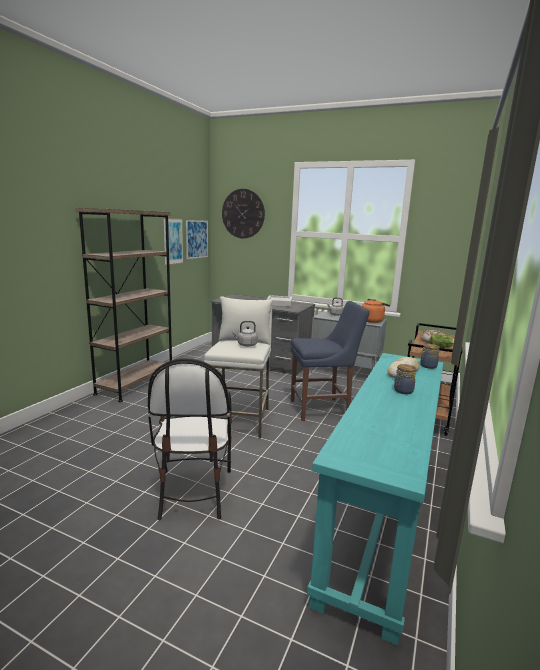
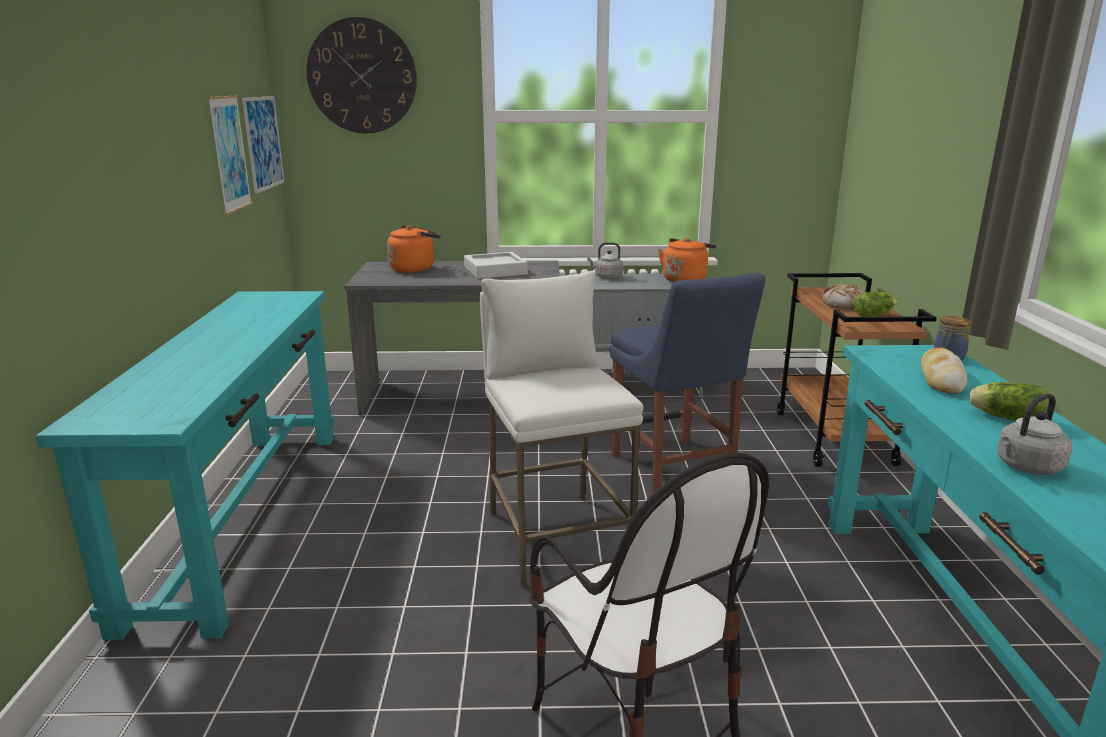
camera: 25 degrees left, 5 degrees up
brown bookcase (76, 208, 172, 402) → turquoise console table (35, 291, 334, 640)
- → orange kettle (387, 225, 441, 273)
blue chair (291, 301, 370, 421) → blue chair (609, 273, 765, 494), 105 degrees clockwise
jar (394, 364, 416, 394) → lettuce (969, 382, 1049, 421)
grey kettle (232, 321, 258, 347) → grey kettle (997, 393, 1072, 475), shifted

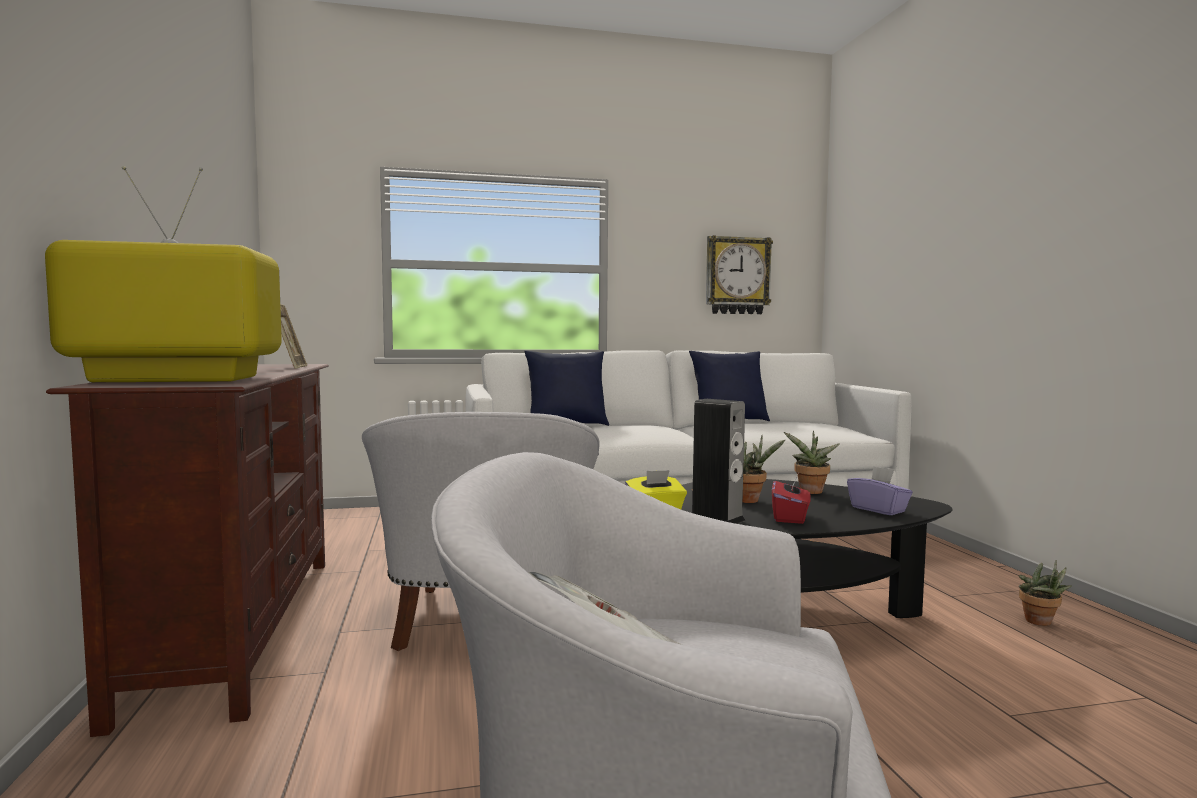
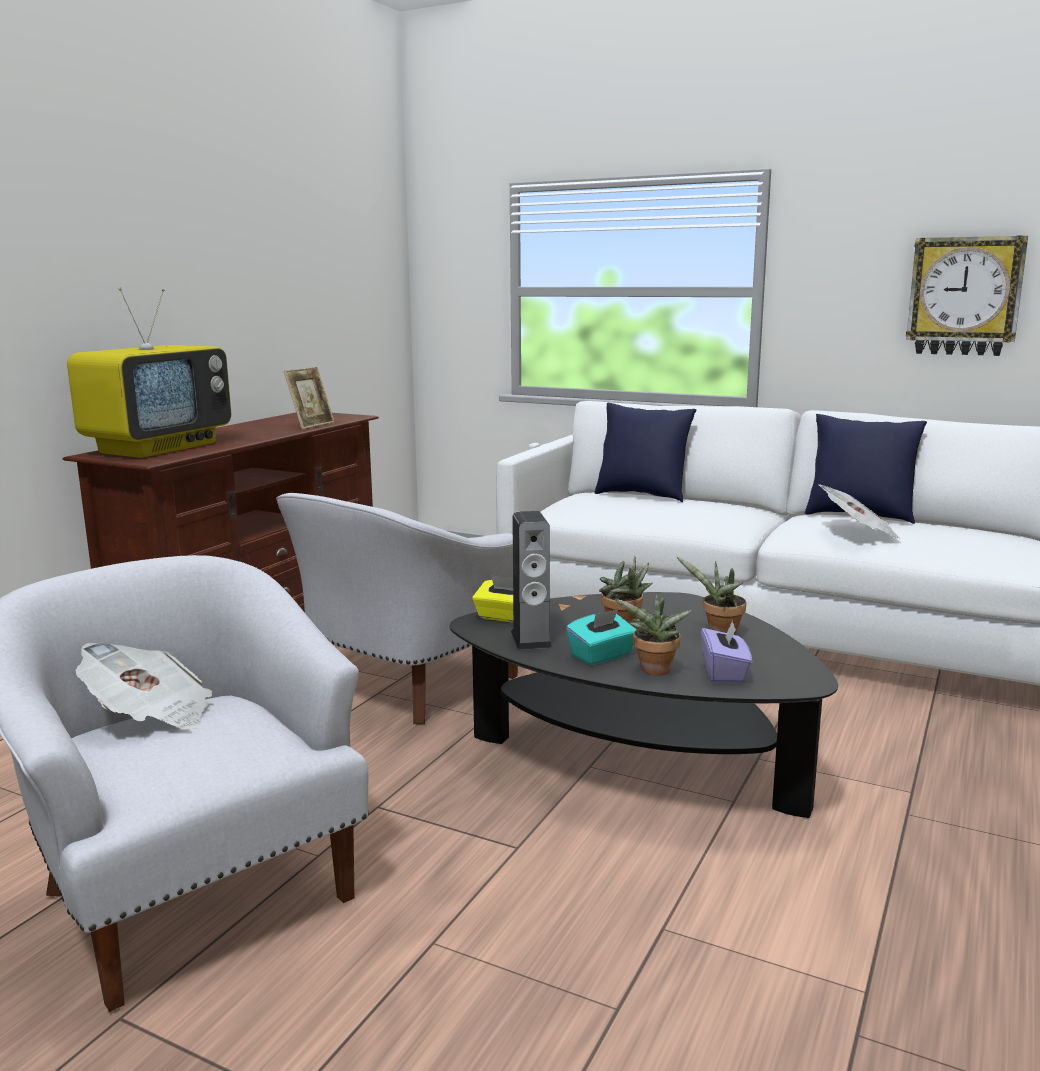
camera: 40 degrees right, 10 degrees up
television (45, 166, 282, 382) → television (67, 288, 231, 458), 90 degrees clockwise
red tissue box (772, 474, 811, 524) → turquoise tissue box (566, 609, 636, 665)
potted plant (1019, 560, 1072, 626) → potted plant (615, 594, 692, 675), shifted
- → newspaper (818, 484, 900, 538)

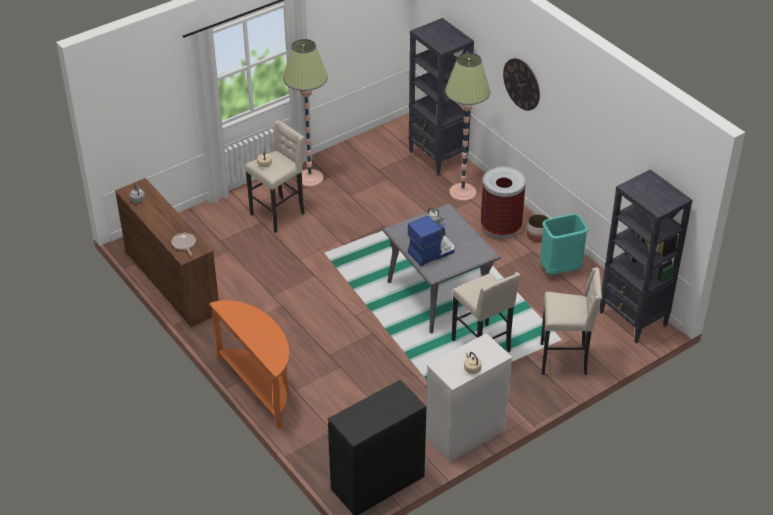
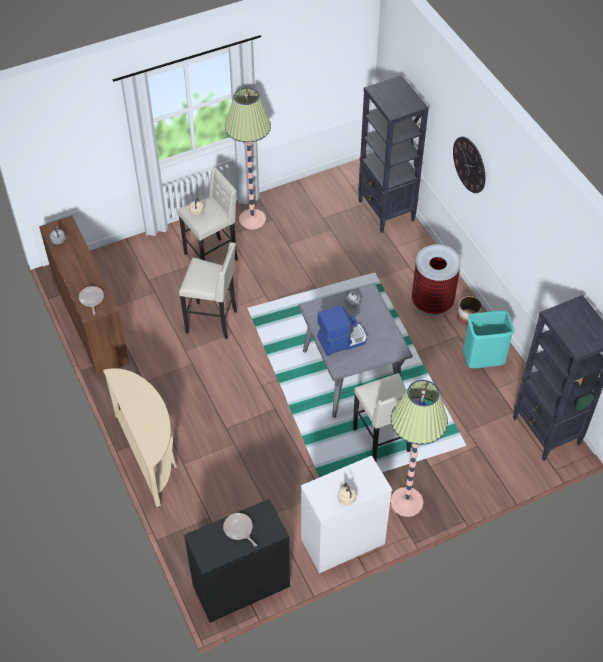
camera: 10 degrees right, 10 degrees up
orange console table (209, 300, 290, 429) → beige console table (103, 368, 177, 507)
beige stool (541, 268, 602, 375) → beige stool (179, 242, 237, 339), shifted
- → frying pan (223, 513, 257, 547)
floor lamp (445, 53, 490, 201) → floor lamp (390, 380, 448, 517), shifted

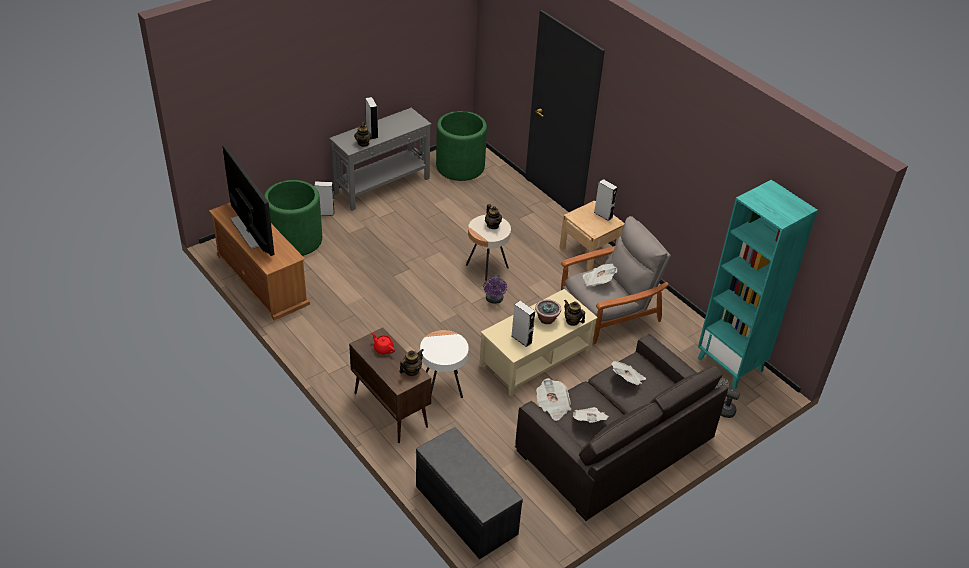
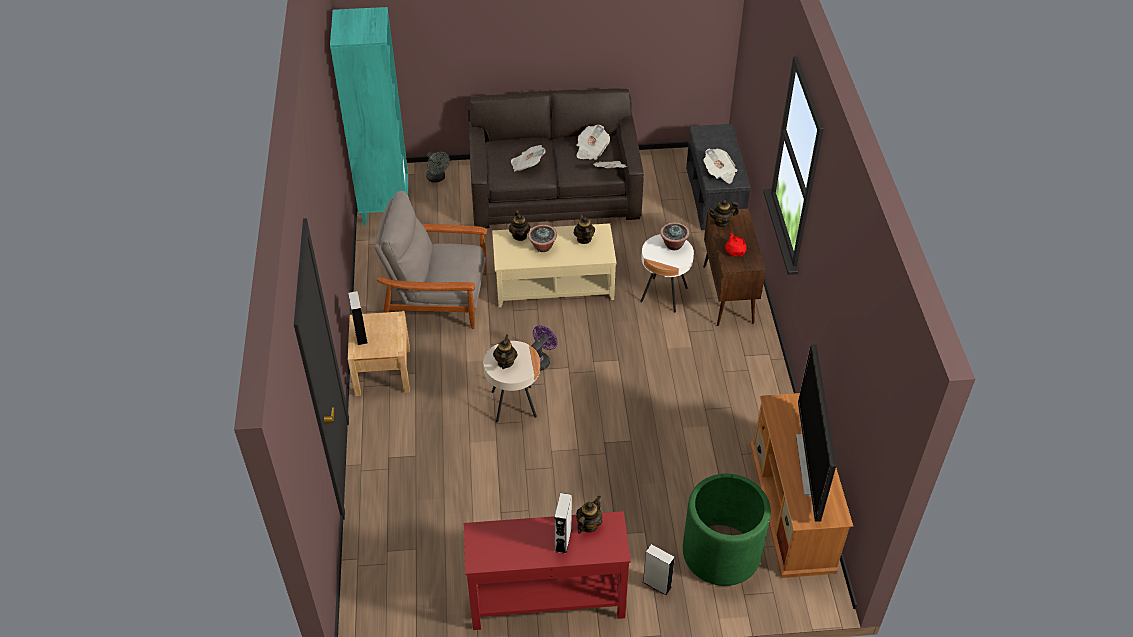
camera: 145 degrees left, 5 degrees up
grey console table (329, 108, 431, 211) → red console table (464, 511, 631, 630)
grey speaker (512, 301, 535, 347) → teapot (574, 214, 595, 244)
- → potted plant (660, 222, 690, 250)
newspaper (583, 264, 617, 286) → newspaper (704, 149, 737, 184), shifted
green planter (436, 111, 487, 181) → -

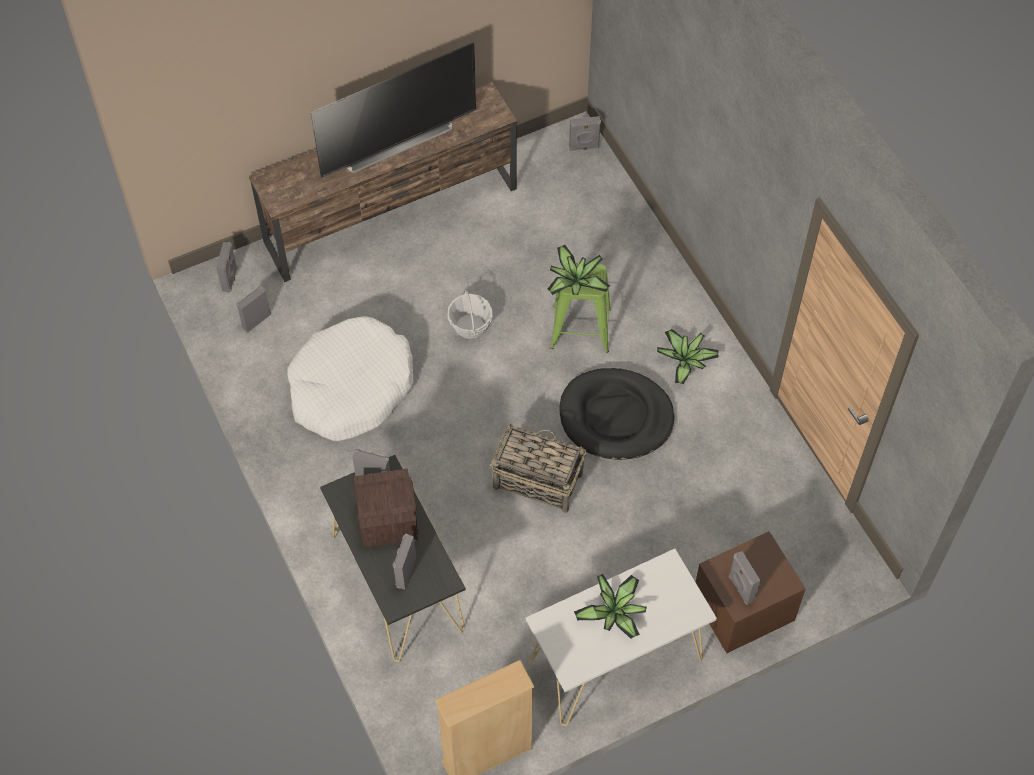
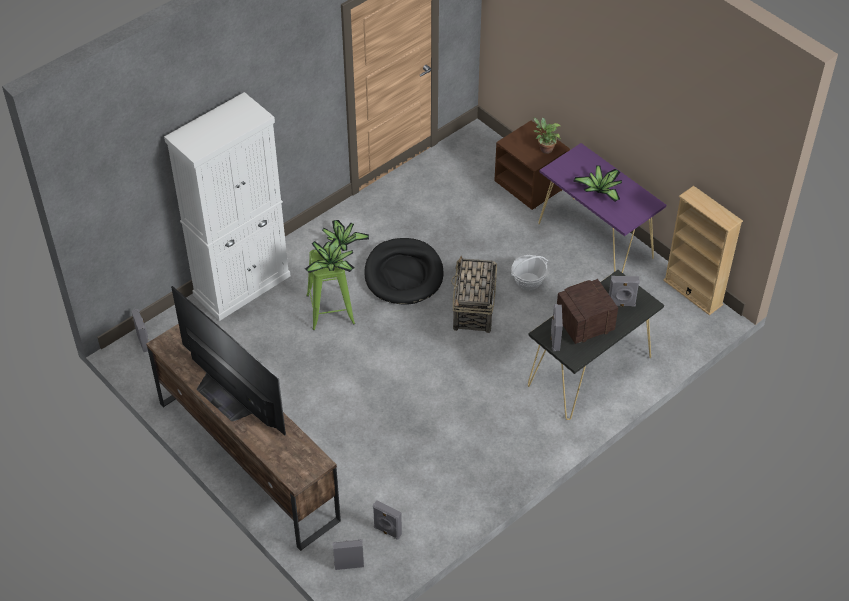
camera: 105 degrees left, 10 degrees down
- → white cabinet (164, 92, 290, 321)
basket (448, 290, 493, 339) → basket (511, 255, 548, 291), shifted
grey speaker (729, 551, 760, 605) → potted plant (534, 118, 562, 154)
white console table (526, 549, 717, 726) → purple console table (538, 143, 666, 273)
white dog bed (287, 316, 413, 441) → -

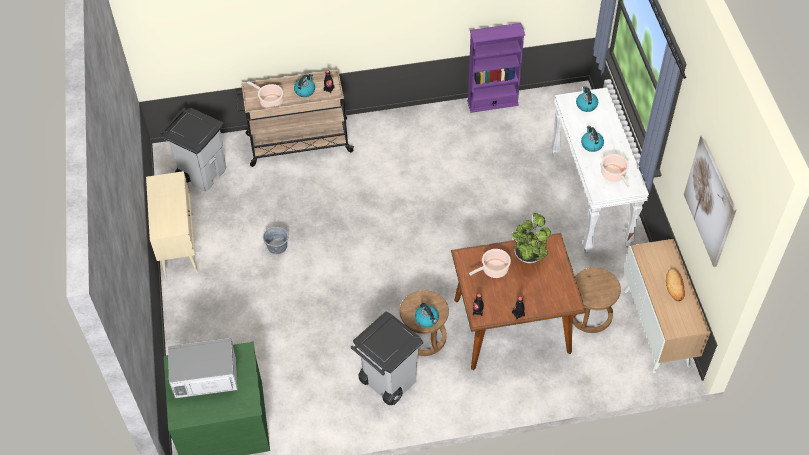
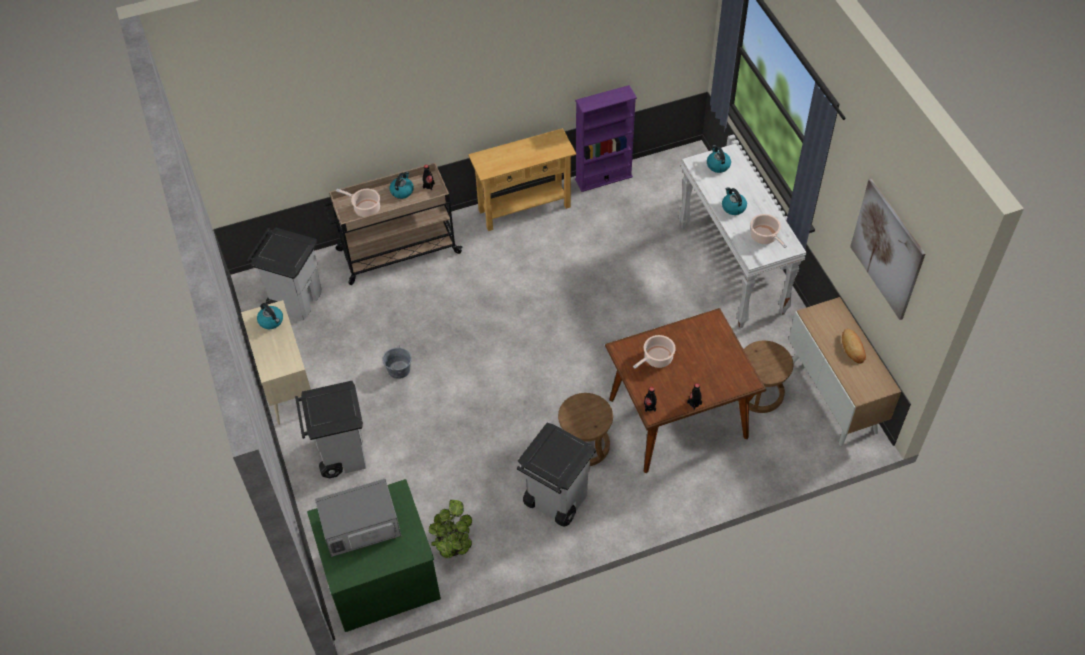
camera: 10 degrees left, 0 degrees up
kettle (415, 303, 439, 327) → kettle (257, 303, 283, 329), shifted
- → grey trash can (295, 381, 366, 478)
potted plant (512, 213, 551, 263) → potted plant (429, 500, 472, 558), shifted
- → beige console table (468, 128, 576, 231)

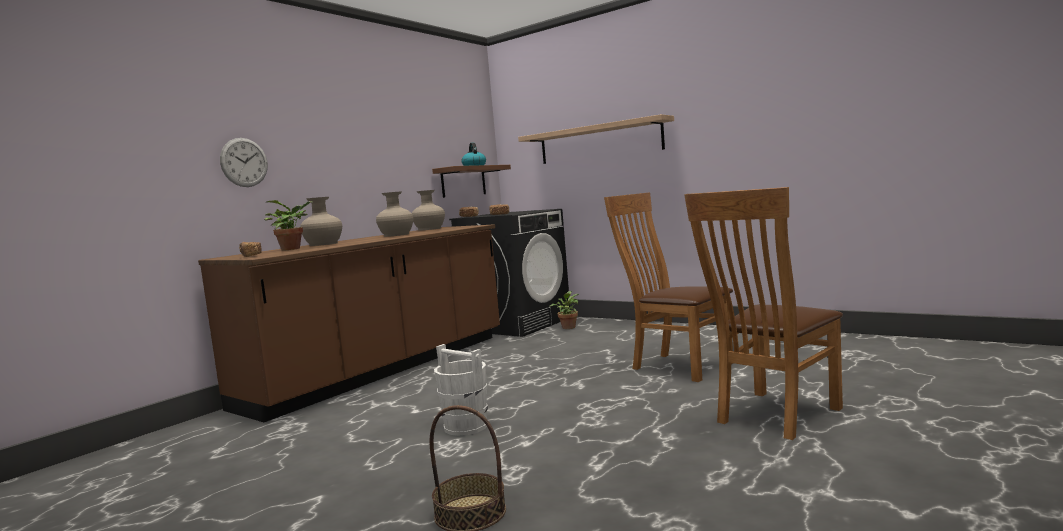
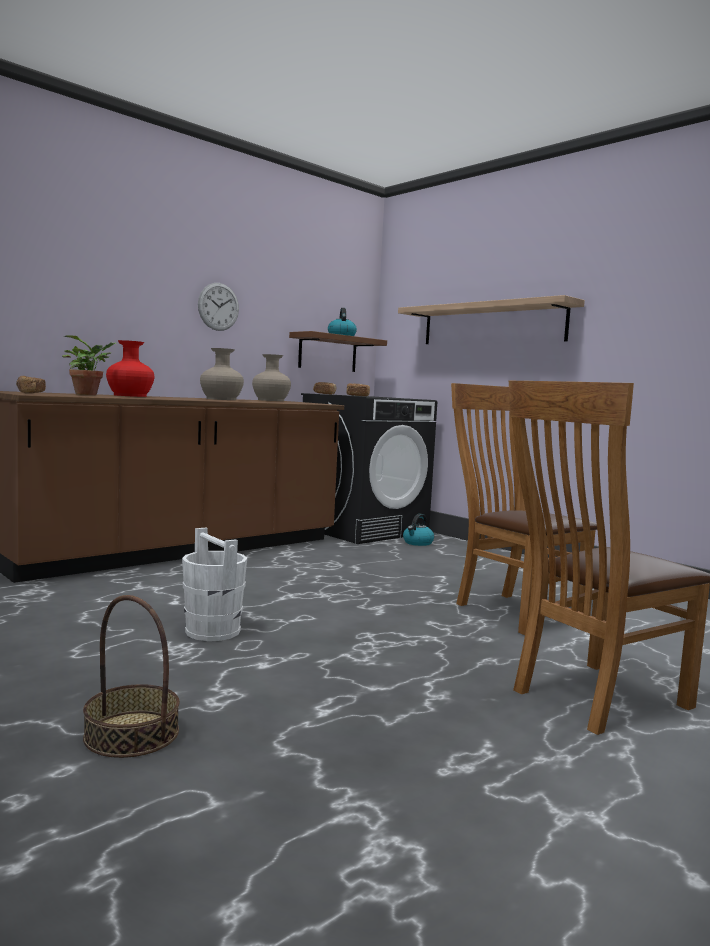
camera: 10 degrees right, 0 degrees up
beige vase (300, 197, 342, 246) → red vase (106, 340, 154, 397)
wall clock (220, 138, 268, 187) → wall clock (198, 283, 239, 331), shifted
potted plant (550, 291, 579, 329) → kettle (403, 514, 434, 546)

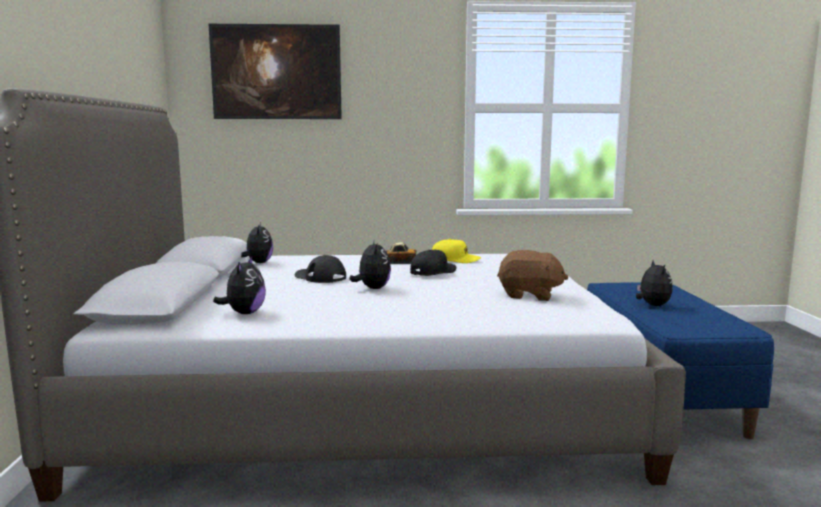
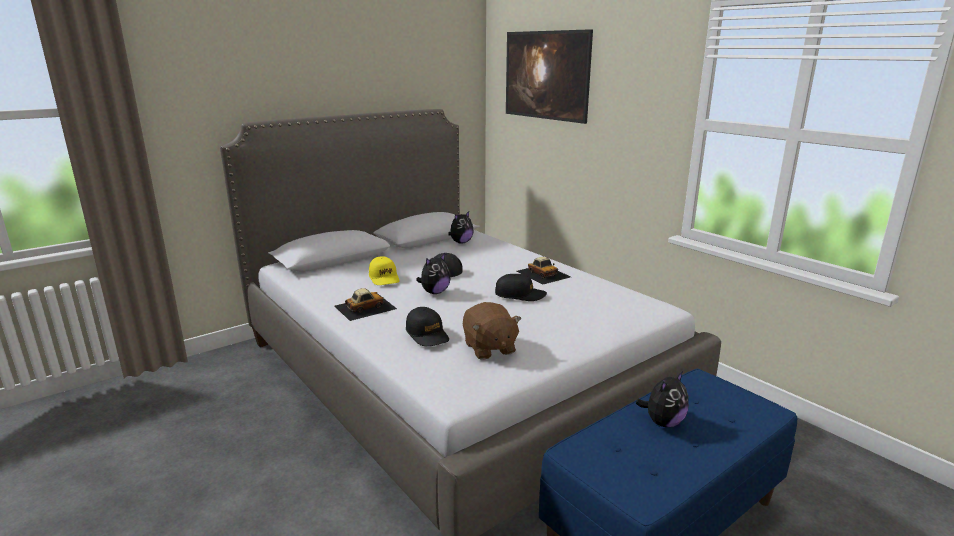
camera: 55 degrees right, 10 degrees up
- → toy car (335, 288, 397, 321)
yellow cap (432, 239, 481, 263) → yellow cap (369, 256, 399, 285), shifted
- → black cap (406, 307, 449, 346)
plush toy (213, 255, 266, 314) → -

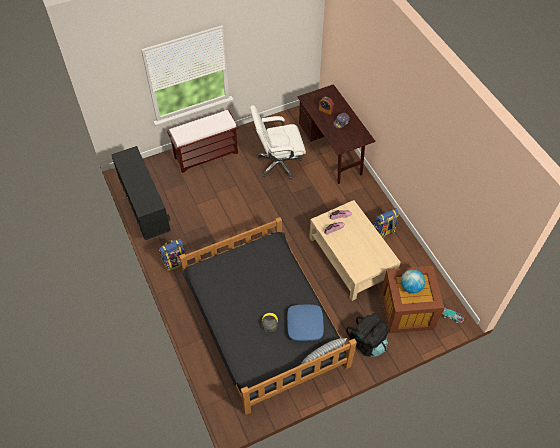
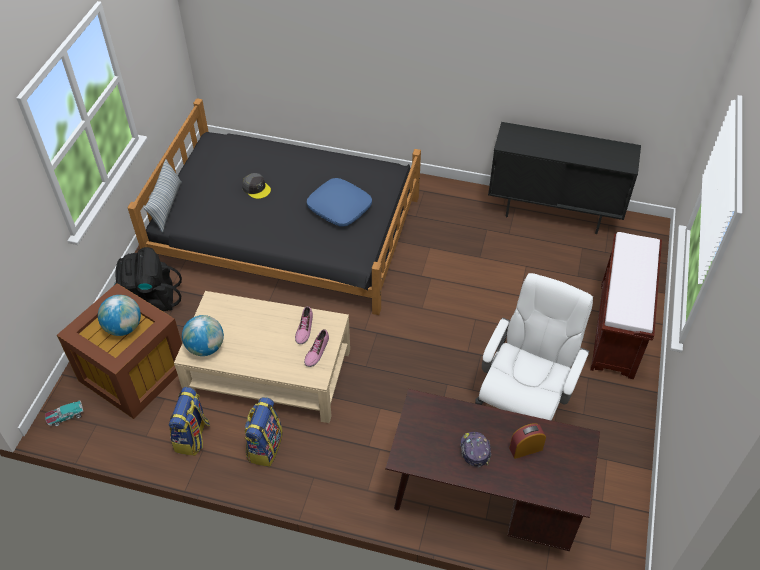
camera: 130 degrees right, 5 degrees down
backpack (159, 239, 186, 271) → backpack (169, 387, 210, 456), shifted
- → globe (182, 315, 224, 356)
blue pillow (287, 305, 324, 341) → blue pillow (307, 178, 372, 227), shifted

